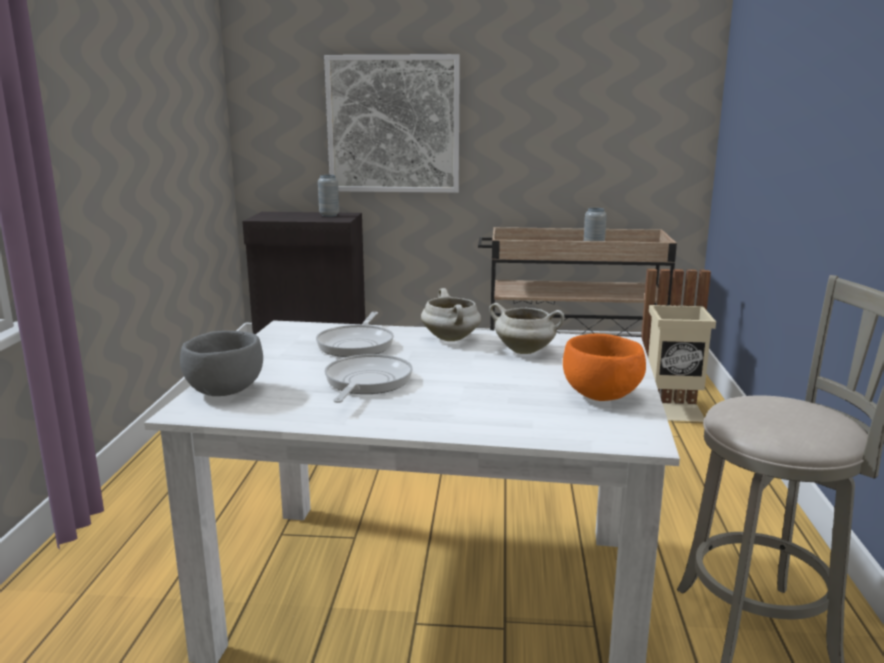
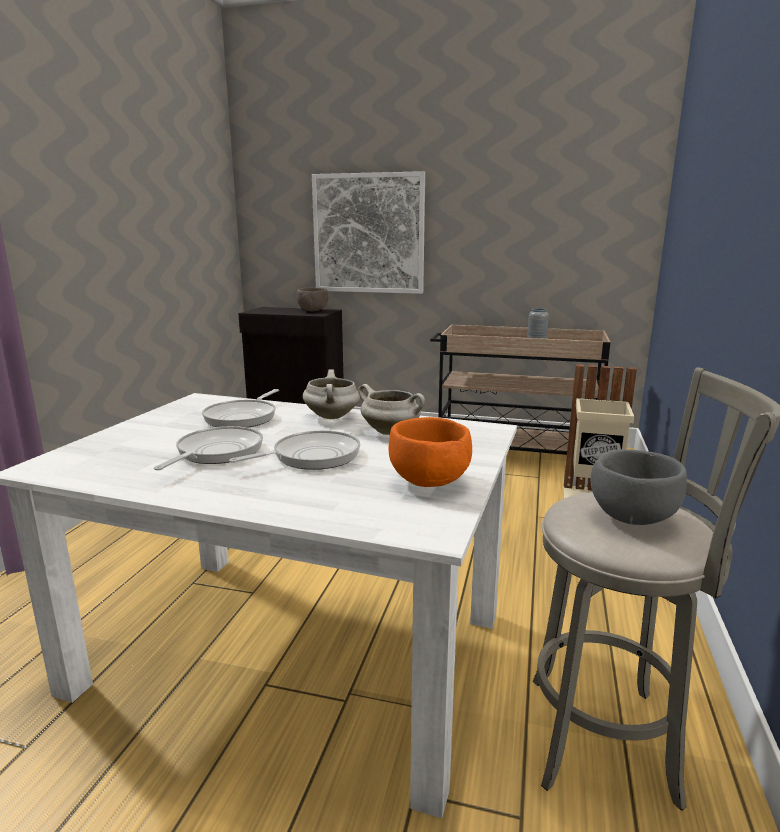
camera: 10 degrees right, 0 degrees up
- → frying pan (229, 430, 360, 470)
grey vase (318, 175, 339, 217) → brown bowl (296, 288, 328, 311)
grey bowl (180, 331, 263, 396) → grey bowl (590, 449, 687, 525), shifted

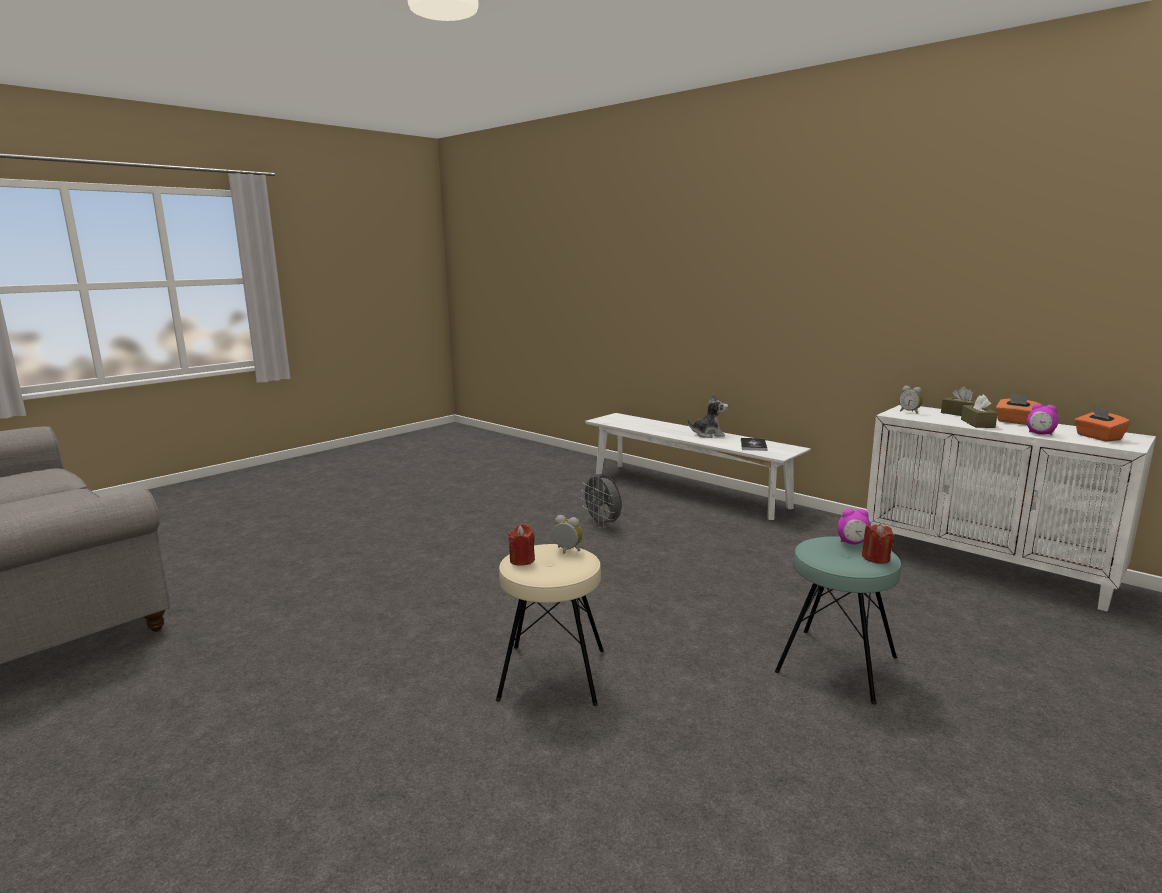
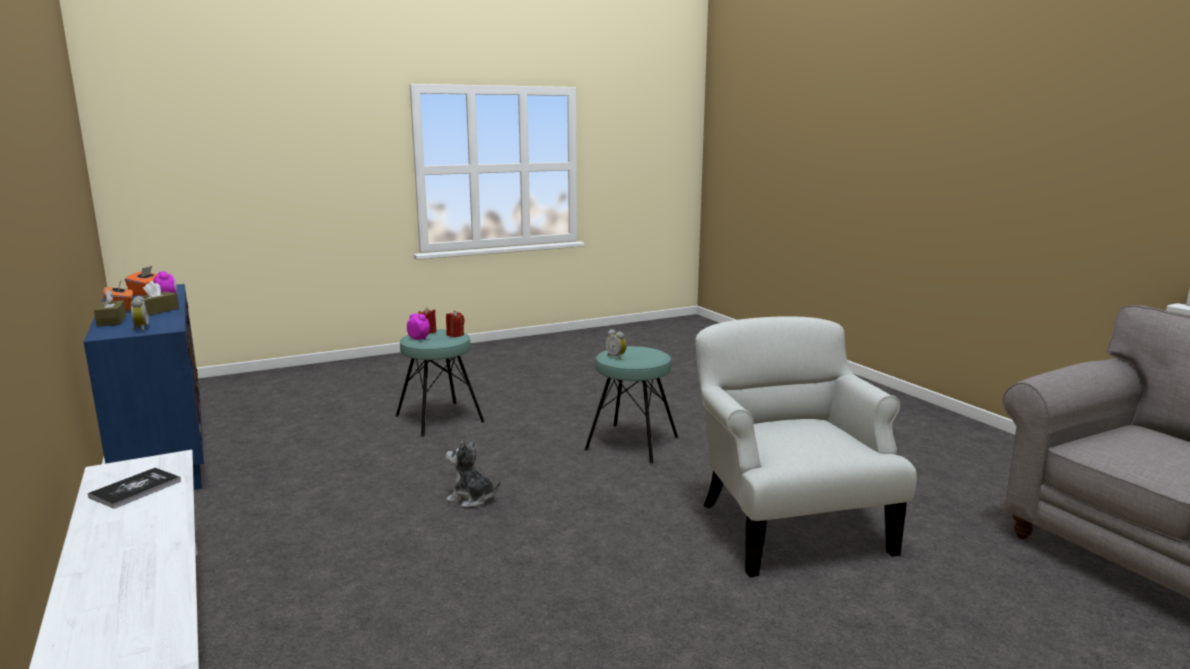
camera: 160 degrees left, 0 degrees up
white cabinet (867, 405, 1156, 612) → blue cabinet (84, 284, 204, 490)
red candle (508, 524, 535, 566) → red candle (446, 311, 465, 337), shifted
plush toy (687, 393, 728, 438) → plush toy (446, 440, 501, 507), shifted
beige stool (496, 544, 604, 706) → turquoise stool (584, 346, 678, 463)
- → white armchair (695, 316, 917, 577)
grey fan (581, 474, 621, 528) → -

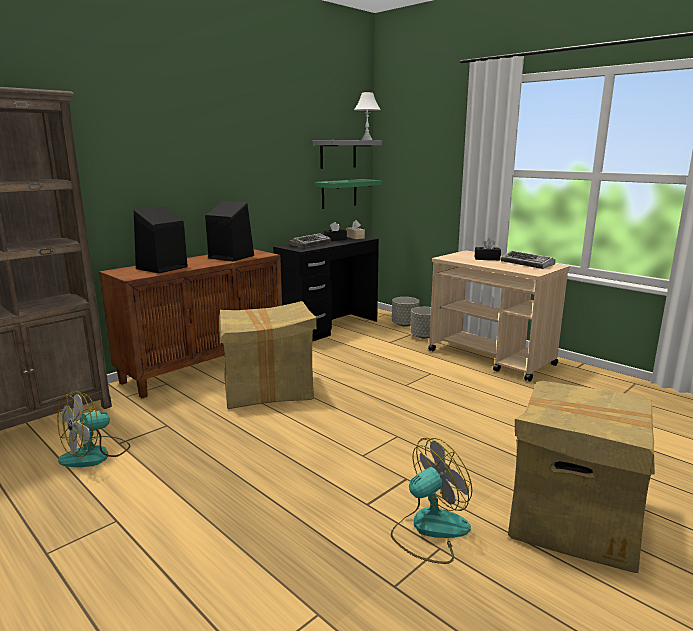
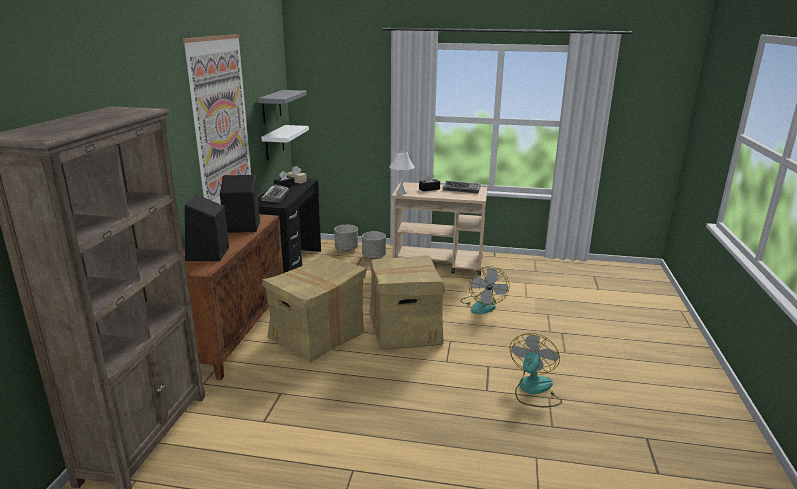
camera: 35 degrees left, 5 degrees up
- → picture (182, 34, 251, 204)
green shelf (314, 179, 382, 209) → white shelf (261, 125, 309, 160)
cardboard box (508, 381, 655, 573) → cardboard box (369, 255, 445, 350), shifted
white table lamp (354, 92, 381, 140) → white table lamp (389, 151, 415, 195), shifted
fan (57, 391, 131, 467) → fan (460, 266, 510, 314), shifted

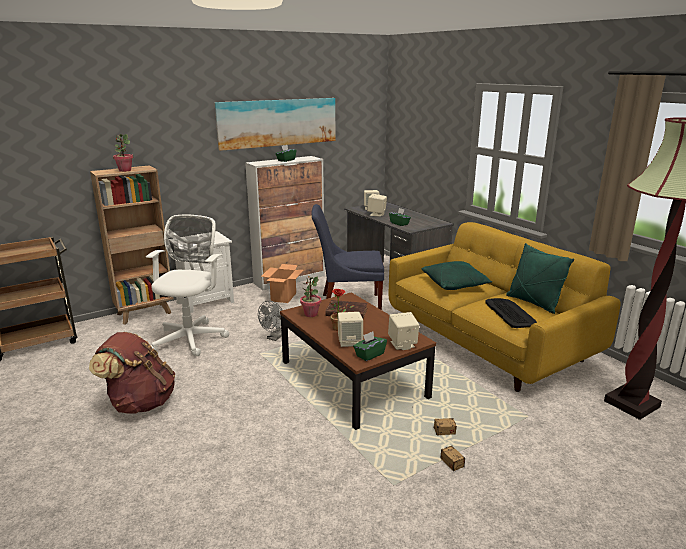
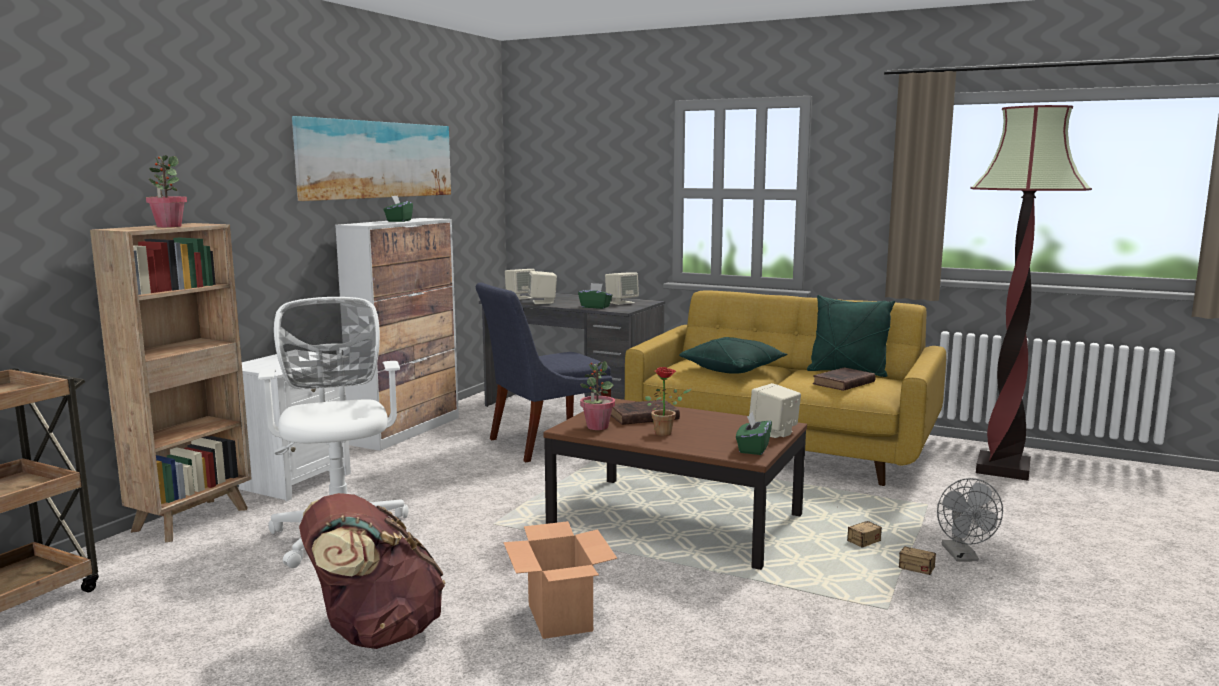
camera: 30 degrees left, 10 degrees down
cardboard box (261, 264, 303, 303) → cardboard box (503, 521, 617, 639), shifted
beige speaker (338, 312, 363, 347) → beige speaker (605, 272, 639, 305), shifted
keyboard (485, 298, 537, 328) → brown book (813, 368, 876, 391)
grey fan (258, 301, 282, 341) → grey fan (937, 478, 1003, 562), shifted

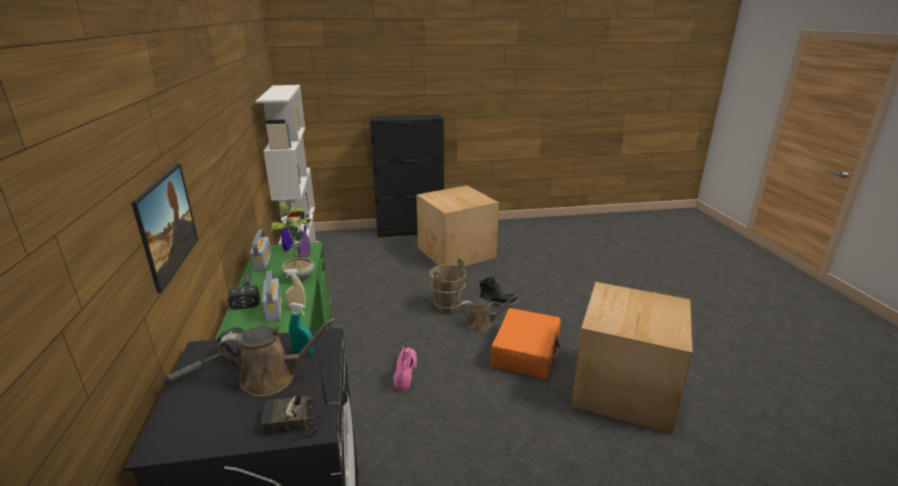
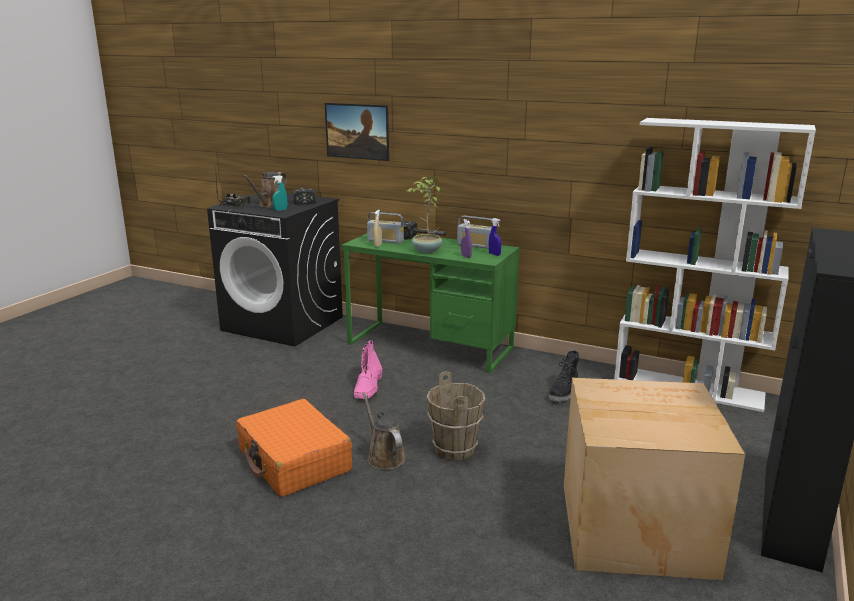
camera: 125 degrees right, 5 degrees down
pink boot (393, 346, 417, 391) → pink boot (354, 340, 382, 399), 60 degrees clockwise
brown watering can (460, 295, 517, 332) → brown watering can (362, 392, 406, 470), 120 degrees clockwise
black boot (480, 277, 519, 307) → black boot (548, 351, 579, 402), shifted
cardboard box (571, 282, 693, 434) → -

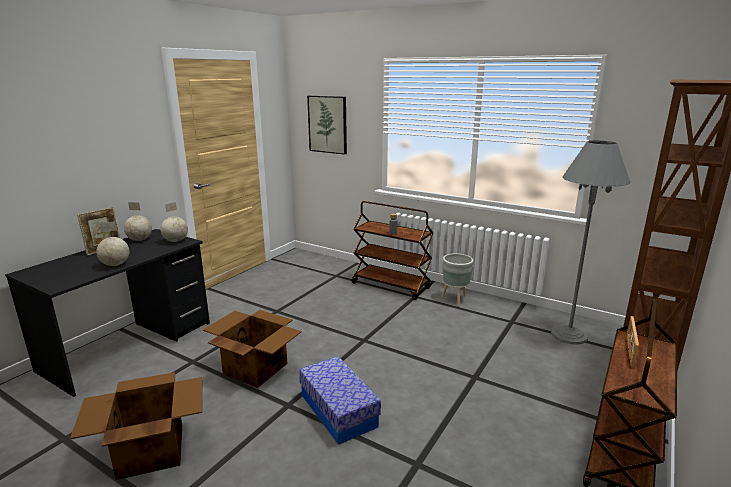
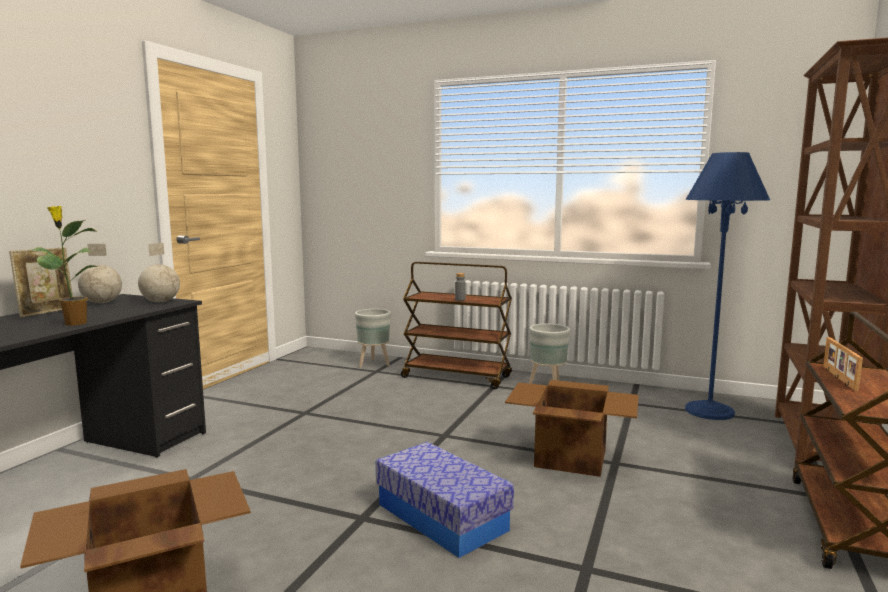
camera: 10 degrees left, 10 degrees down
globe (96, 221, 129, 266) → potted plant (32, 206, 97, 326)
- → grey planter (355, 309, 391, 367)
cardboard box (203, 310, 302, 388) → cardboard box (505, 380, 639, 477), shifted
grey floor lamp (551, 141, 630, 345) → blue floor lamp (685, 152, 770, 420)
picture (307, 96, 347, 155) → -

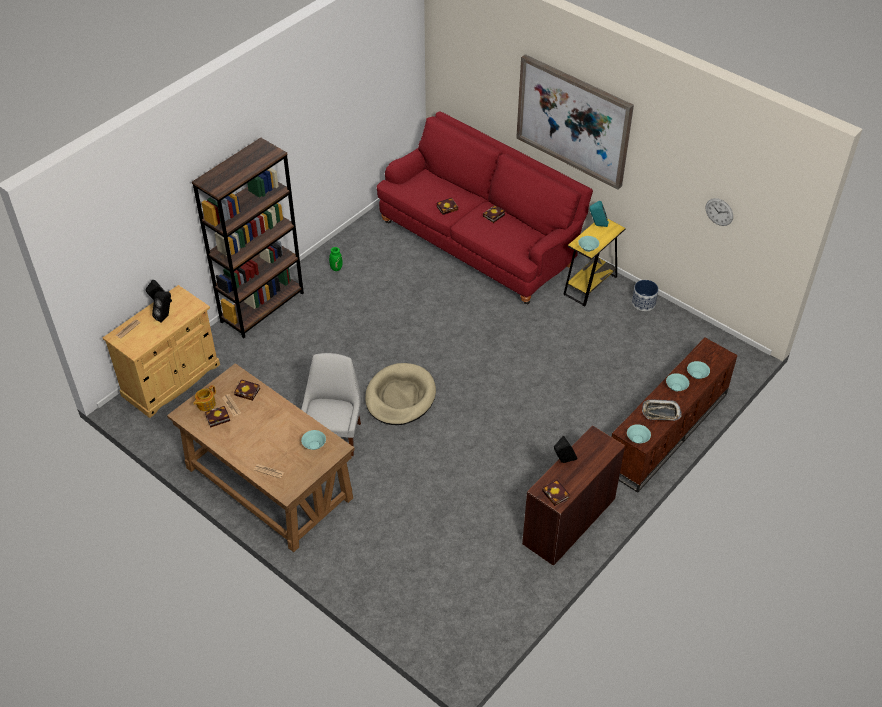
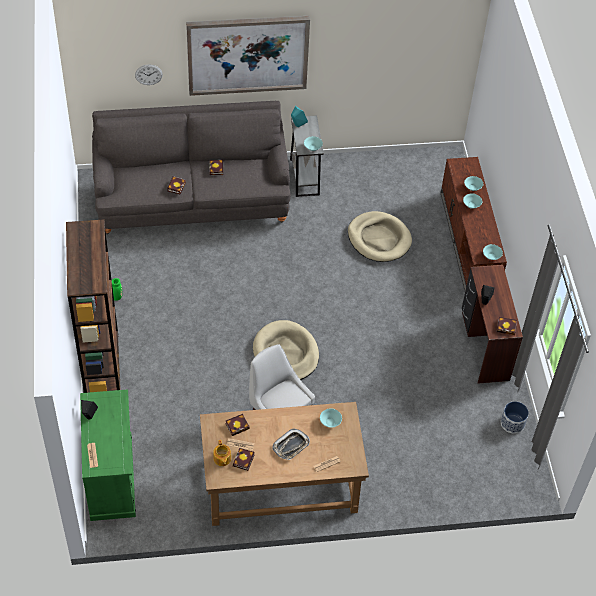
camera: 50 degrees left, 5 degrees up
beige cabinet (103, 285, 220, 418) → green cabinet (80, 389, 136, 521)
red sofa (377, 111, 593, 304) → grey sofa (92, 101, 291, 235)
wall clock (705, 198, 733, 226) → wall clock (135, 65, 163, 85), shifted
tray (642, 400, 682, 421) → tray (272, 428, 310, 460), shifted
yellow side table (563, 219, 626, 307) → grey side table (290, 116, 324, 197)
- → beige dog bed (348, 211, 412, 262)
planter (632, 280, 659, 311) → planter (501, 401, 529, 434), shifted
black speaker (152, 291, 171, 322) → -

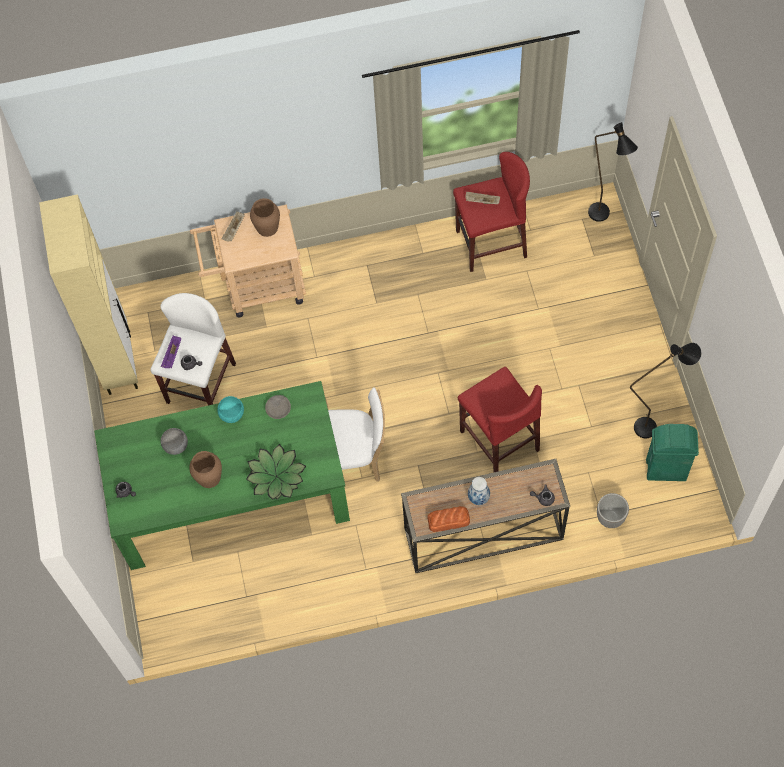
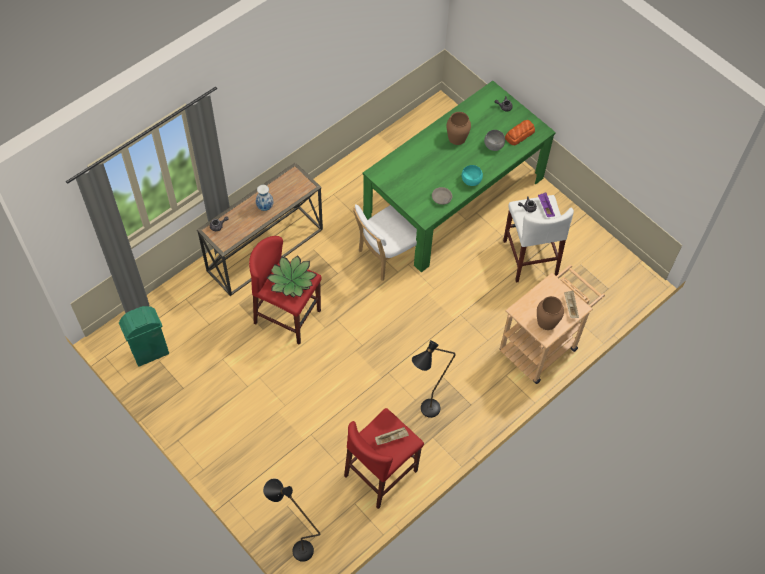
camera: 145 degrees right, 5 degrees down
potted plant (246, 444, 306, 500) → potted plant (267, 256, 317, 298), shifted
black floor lamp (630, 343, 701, 438) → black floor lamp (412, 340, 456, 418), shifted
bread (428, 506, 470, 532) → bread (505, 120, 535, 145), shifted
beige cabinet (39, 194, 138, 395) → -
planter (597, 493, 629, 528) → -

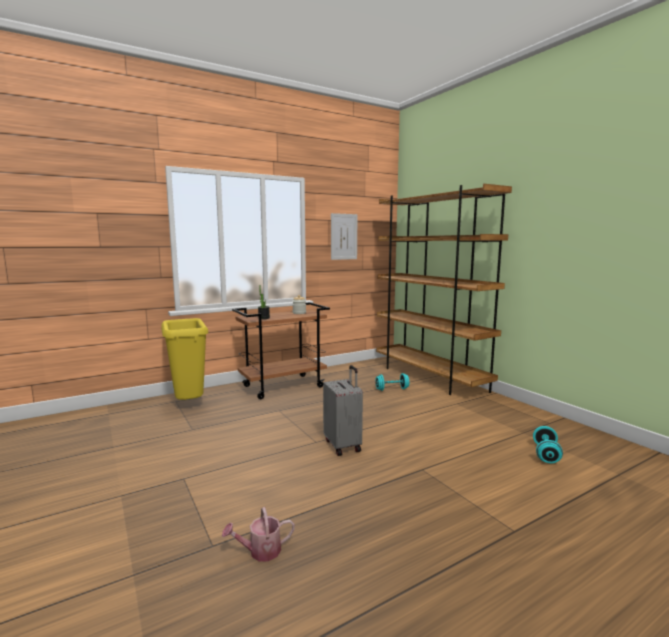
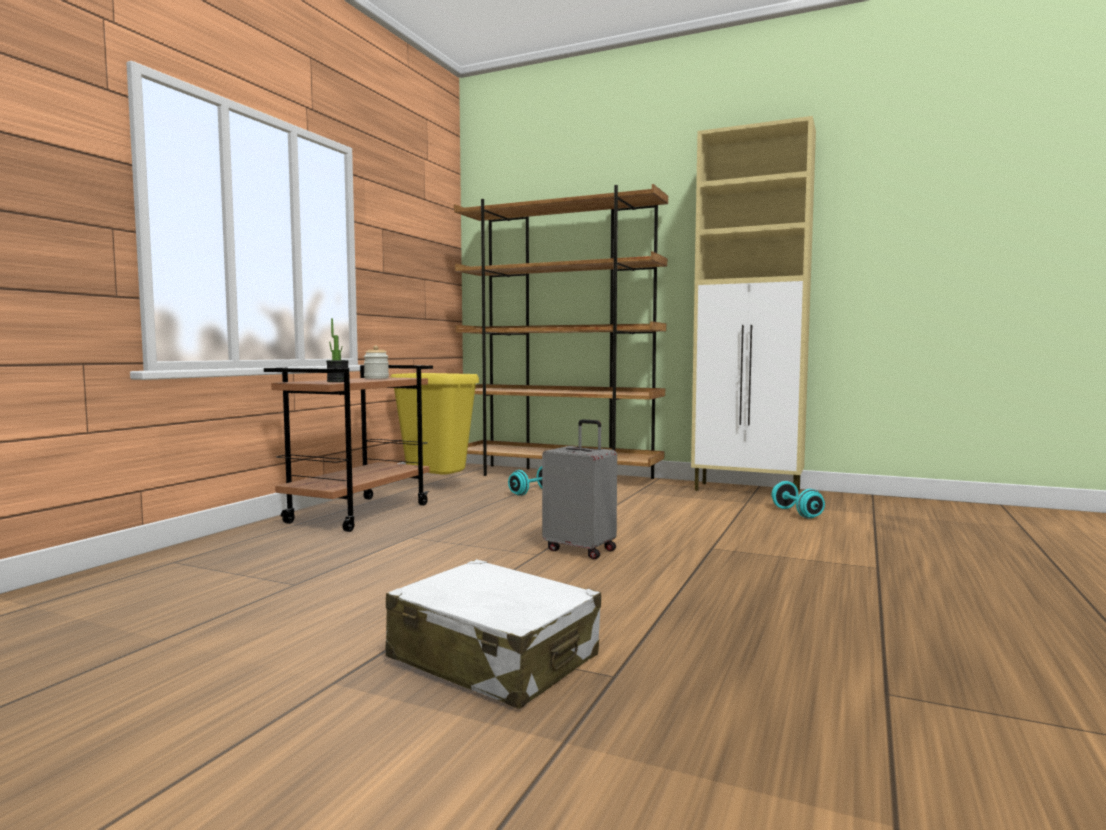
camera: 35 degrees left, 5 degrees down
- → white suitcase (386, 559, 601, 709)
yellow trash can (161, 318, 208, 400) → yellow trash can (390, 373, 479, 475), shifted
- → beige cabinet (691, 116, 816, 492)
watering can (222, 507, 295, 561) → -
picture (331, 213, 358, 260) → -

